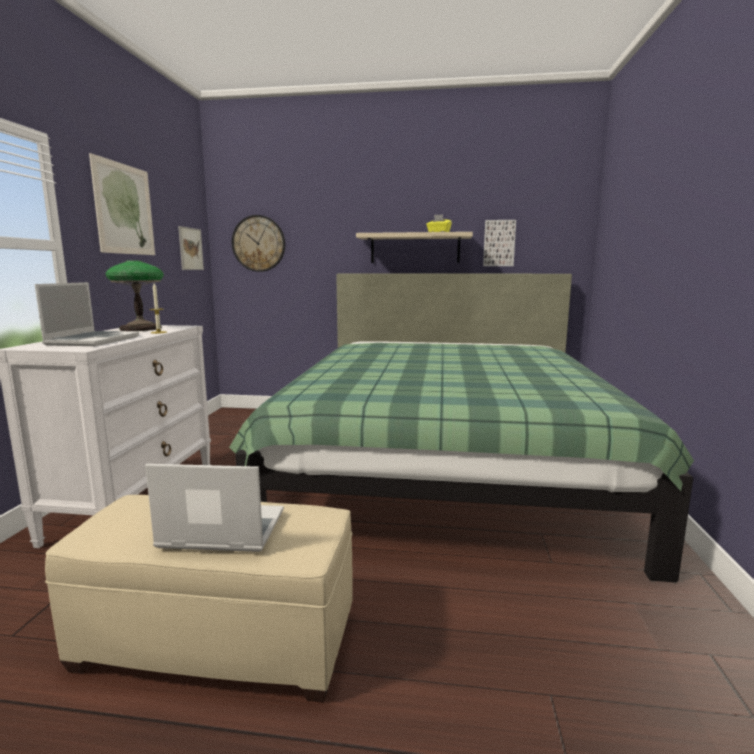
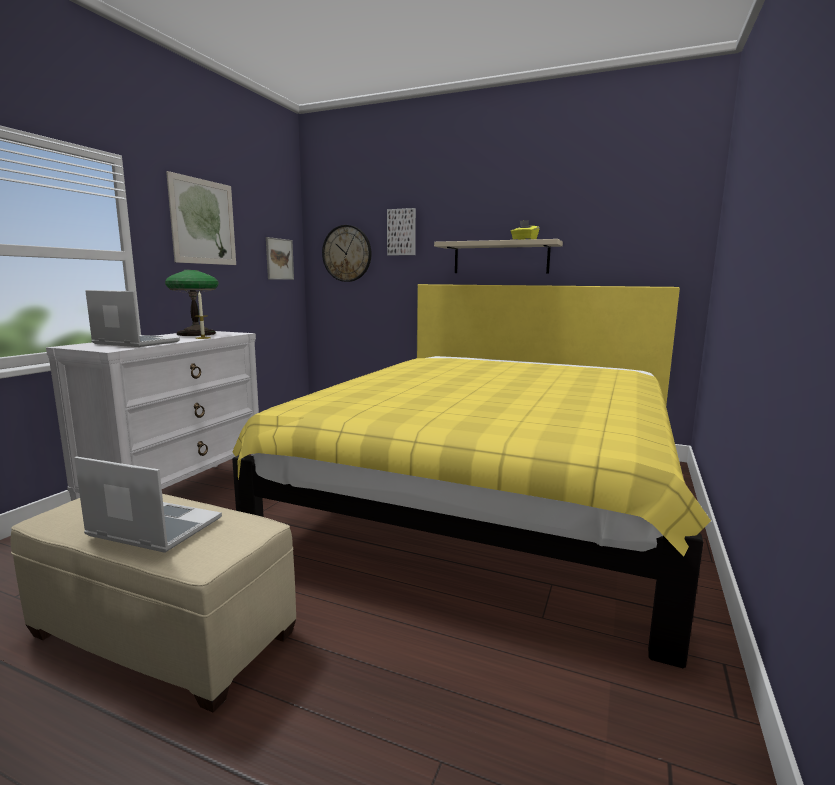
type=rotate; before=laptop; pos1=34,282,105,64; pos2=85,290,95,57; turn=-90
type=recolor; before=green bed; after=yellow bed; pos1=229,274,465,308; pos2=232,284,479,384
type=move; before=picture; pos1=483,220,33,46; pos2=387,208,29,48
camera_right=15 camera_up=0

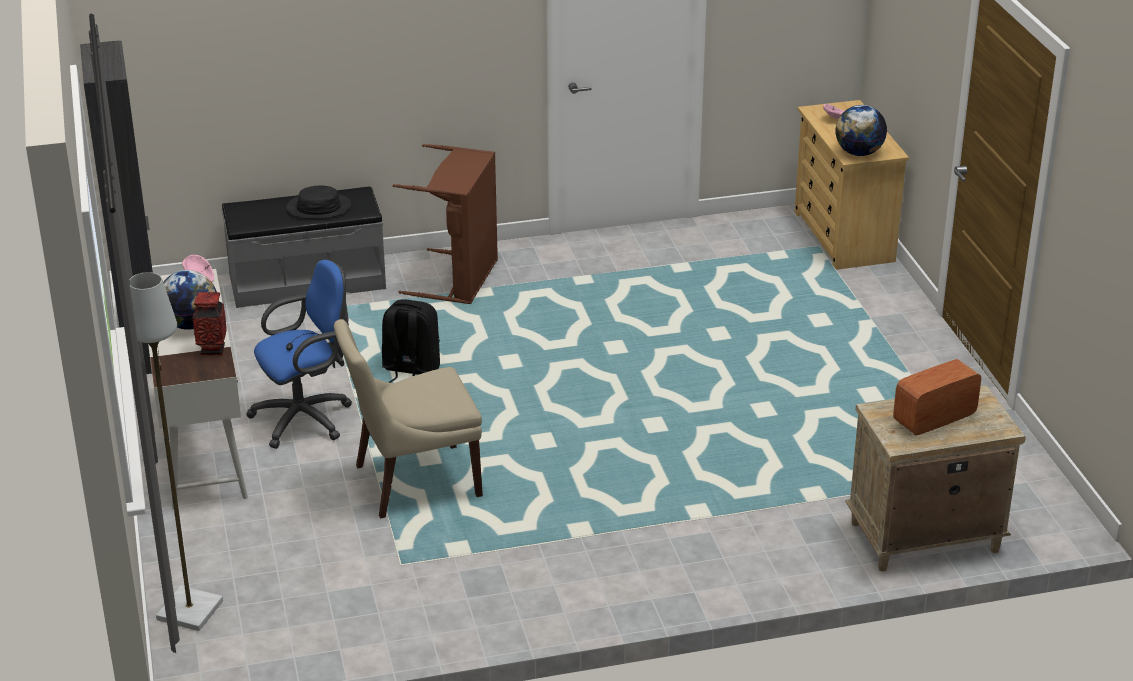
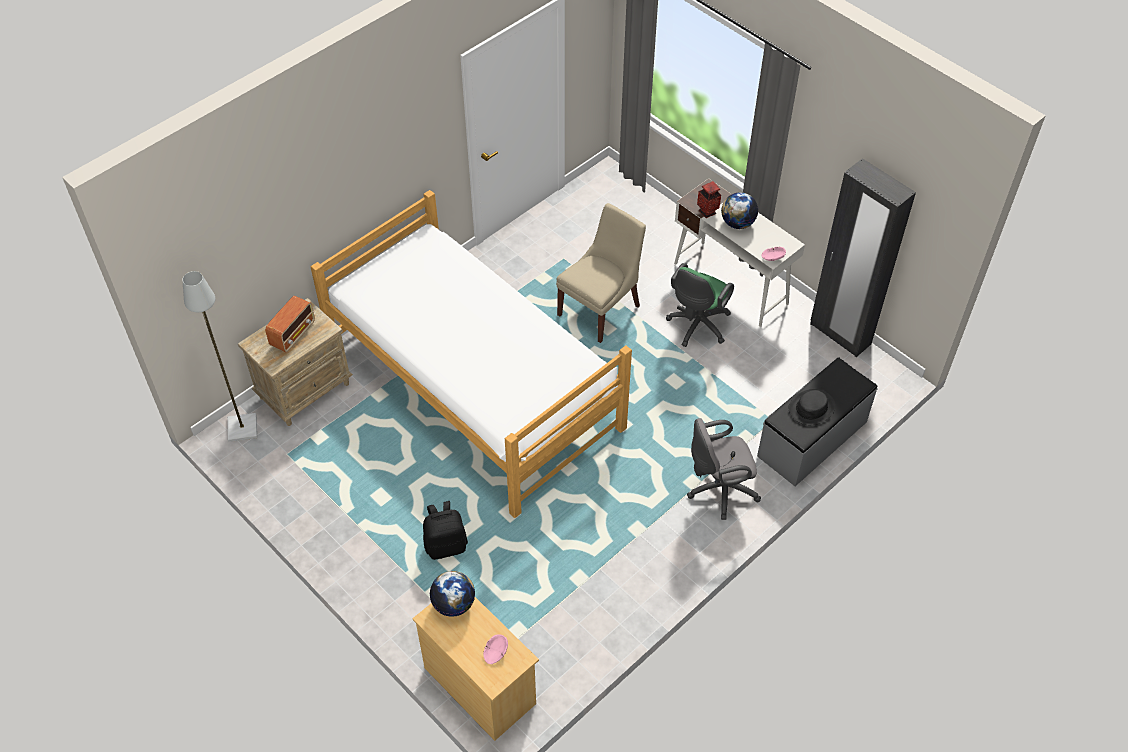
type=move; before=grey floor lamp; pos1=129,272,94,359; pos2=182,271,75,171
type=insert; after=bed; pos2=311,190,321,328
type=move; before=black backpack; pos1=382,299,58,84; pos2=423,501,45,59
type=recolor; before=blue office chair; after=green office chair; pos1=246,260,106,189; pos2=666,263,68,84
type=replace; before=brown laundry basket; after=grey office chair; pos1=393,144,105,160; pos2=687,418,74,102
camera_right=150 camera_up=20

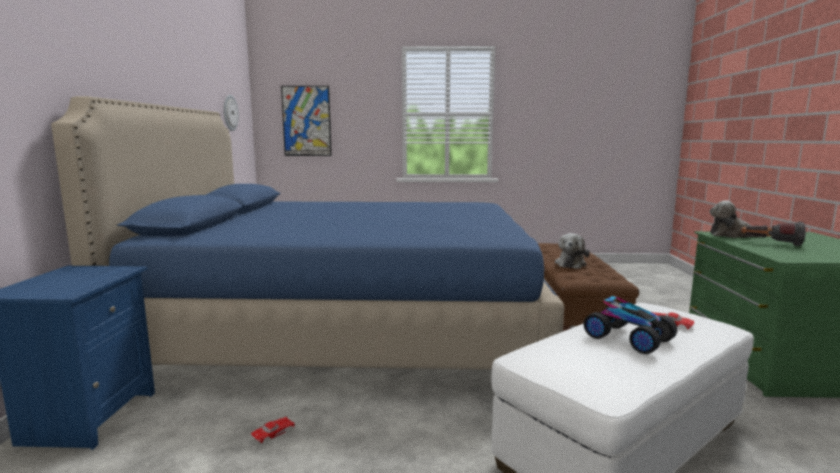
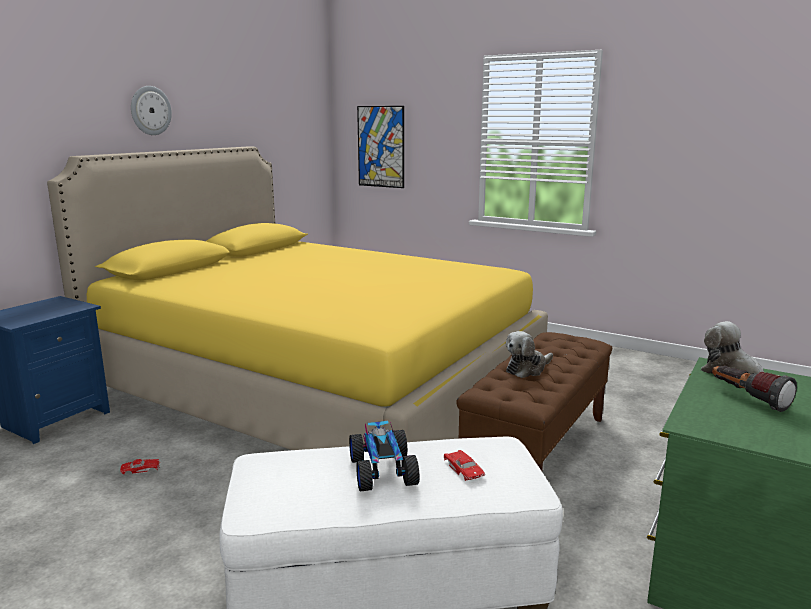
type=recolor; before=blue bed; after=yellow bed; pos1=51,96,513,274; pos2=47,146,501,304
type=move; before=wall clock; pos1=223,95,16,36; pos2=131,86,41,49
camera_right=30 camera_up=5

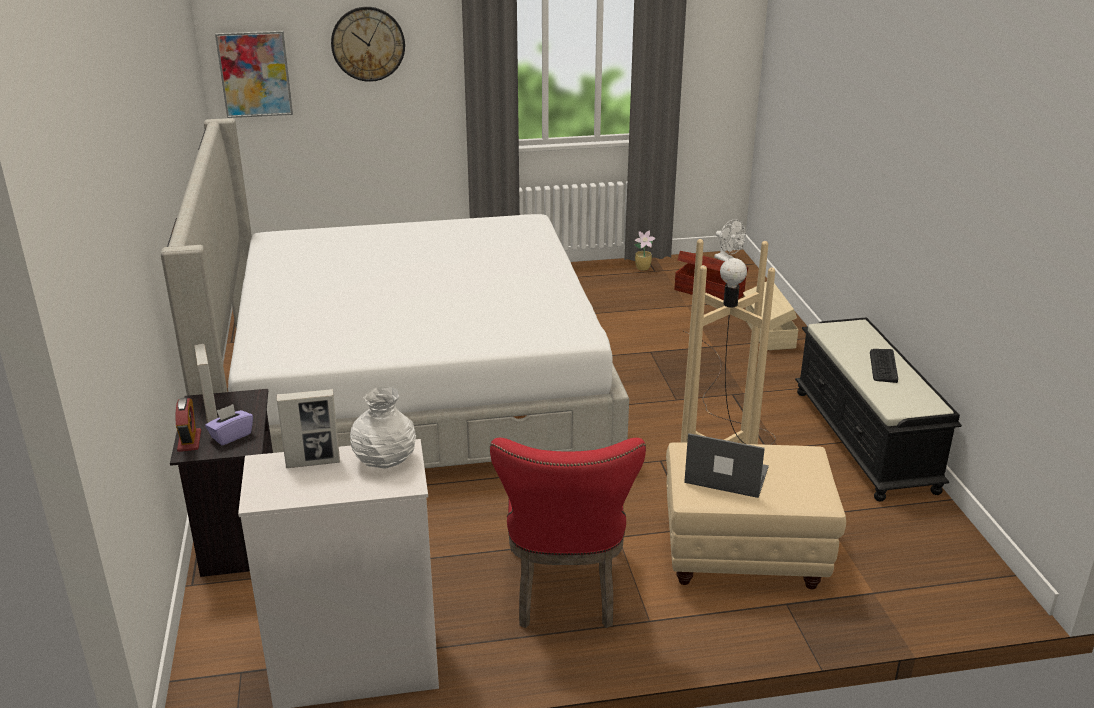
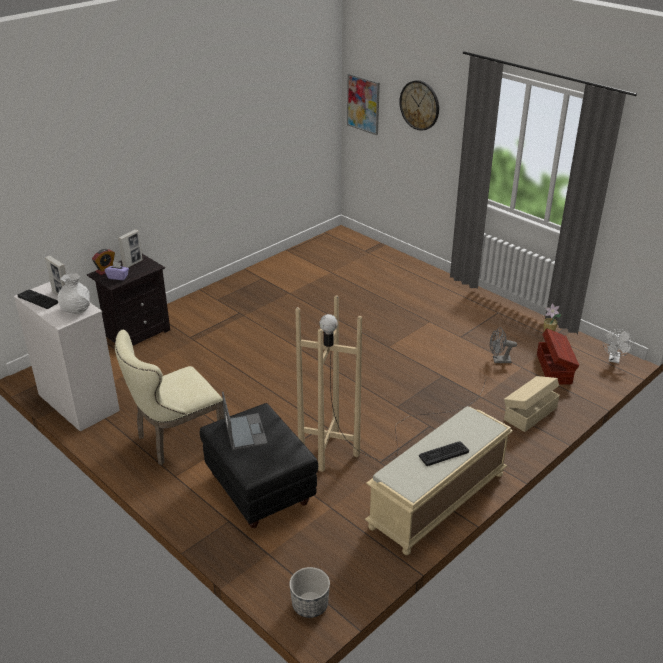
type=insert; after=keyboard; pos2=18,290,40,19
type=recolor; before=red chair; after=beige chair; pos1=490,438,156,190; pos2=115,330,109,135
type=recolor; before=beige ottoman; after=black ottoman; pos1=666,442,180,147; pos2=200,403,118,125
type=insert; after=planter; pos2=289,567,41,51
type=recolor; before=black bench; after=beige bench; pos1=795,317,167,184; pos2=365,406,148,149
type=insert; after=grey fan; pos2=490,327,27,36
type=delete; before=bed; pos1=161,118,468,350
camera_right=55 camera_up=5

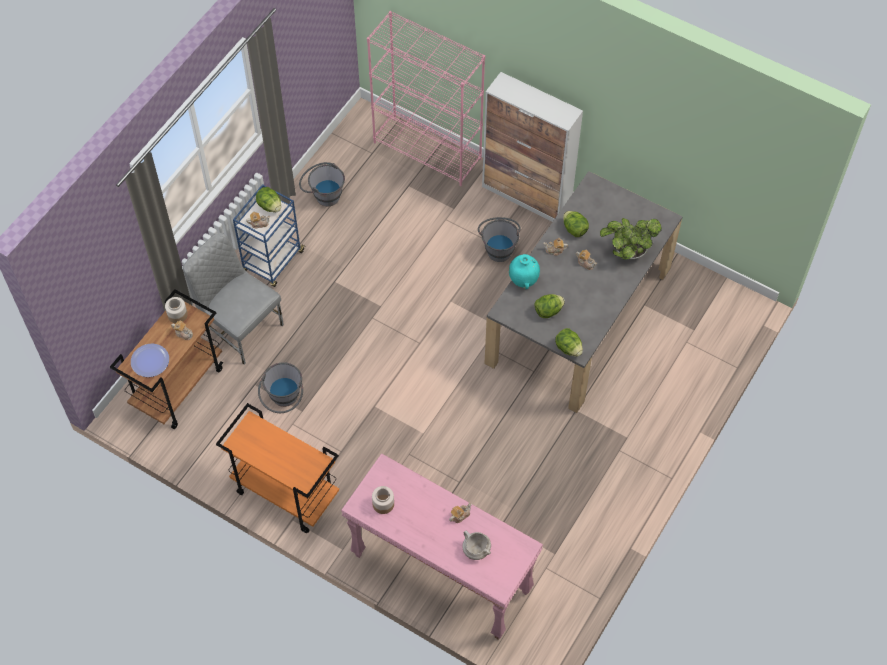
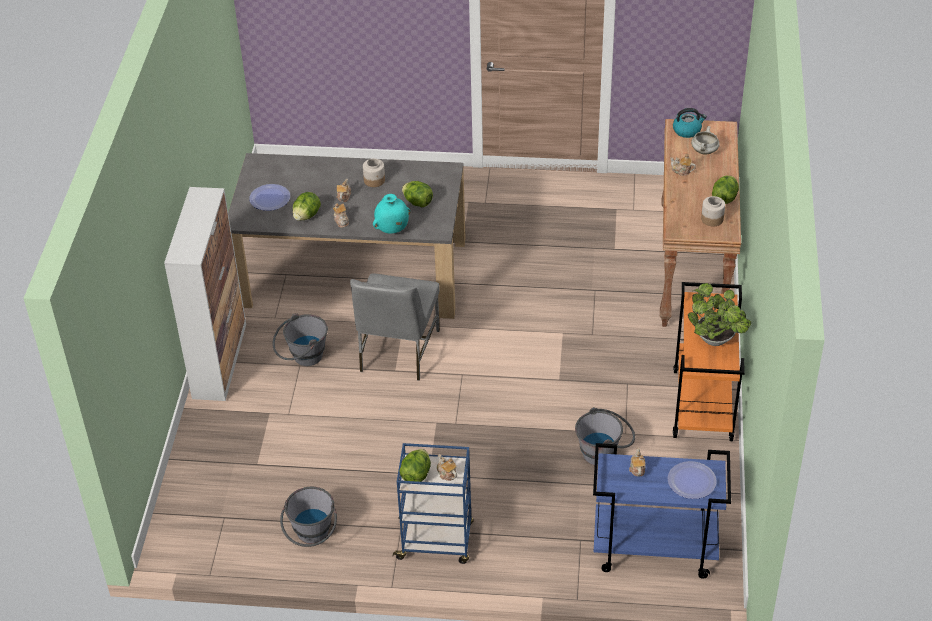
type=insert; after=plate; pos2=249,184,41,27
type=move; before=grey chair; pos1=183,233,101,131; pos2=350,273,90,108
type=move; before=jar; pos1=165,297,23,26; pos2=363,158,22,29
type=recolor; before=brown cart; after=blue cart; pos1=110,289,113,140; pos2=593,443,138,136
type=recolor; before=pink console table; after=brown console table; pos1=341,453,202,187; pos2=660,119,81,208
type=insert; after=kettle; pos2=673,108,34,30
type=move; before=potted plant; pos1=600,218,62,42; pos2=688,283,64,63
type=move; before=lettuce; pos1=555,328,28,29; pos2=712,176,27,28
type=delete; before=pink bookcase; pos1=367,11,118,175
camera_right=-115 camera_up=-15

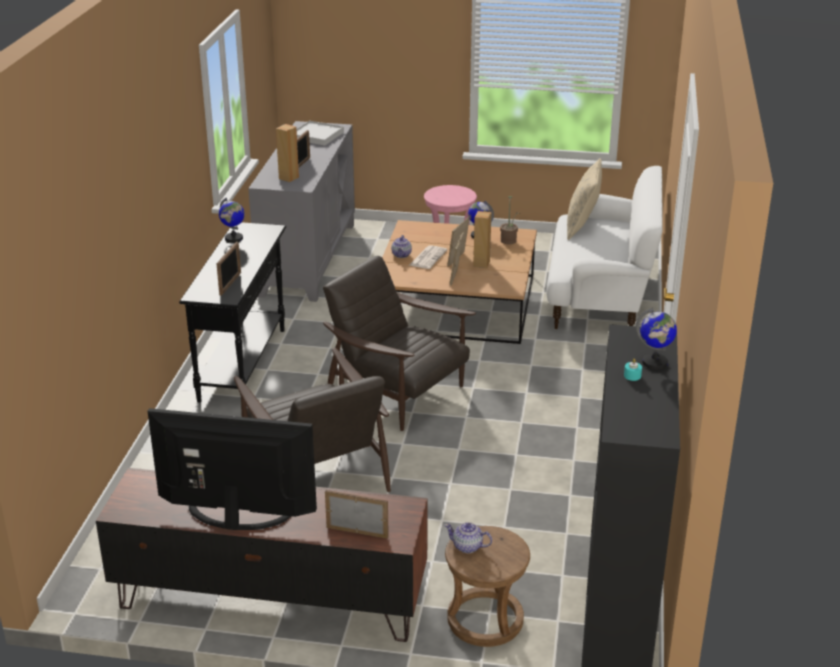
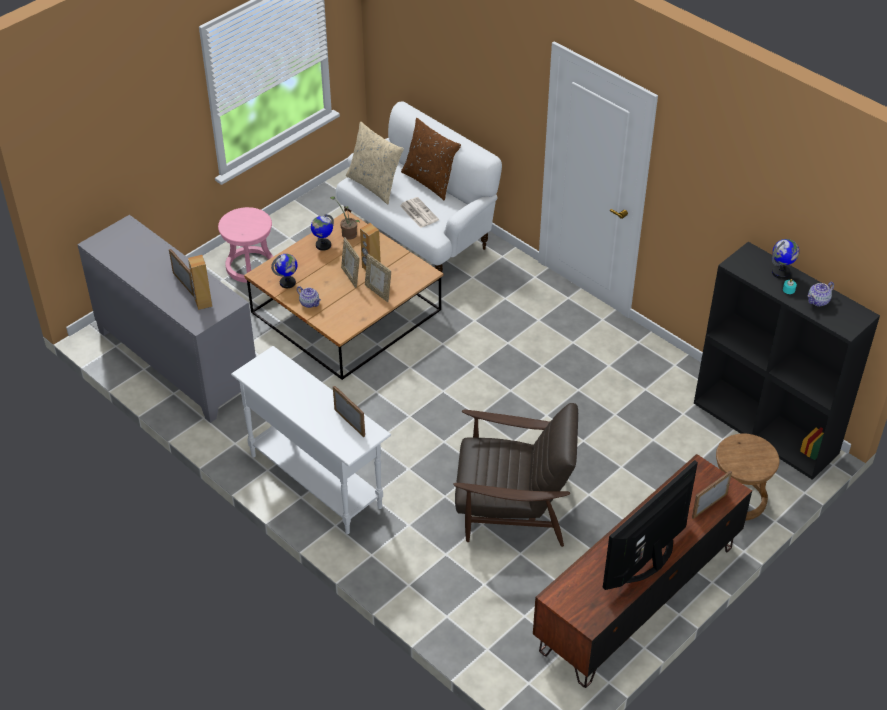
type=recolor; before=black console table; after=white console table; pos1=179,222,107,181; pos2=231,346,160,188
type=move; before=globe; pos1=219,198,26,45; pos2=271,254,26,34
type=move; before=newspaper; pos1=410,245,37,24; pos2=400,197,39,31
type=insert; after=brown pillow; pos2=401,118,60,83
type=move; before=teapot; pos1=444,522,48,31; pos2=808,282,26,24
type=delete; before=white tray; pos1=297,121,47,25
type=delete; before=brown armchair; pos1=323,256,153,175
camera_right=-55 camera_up=15

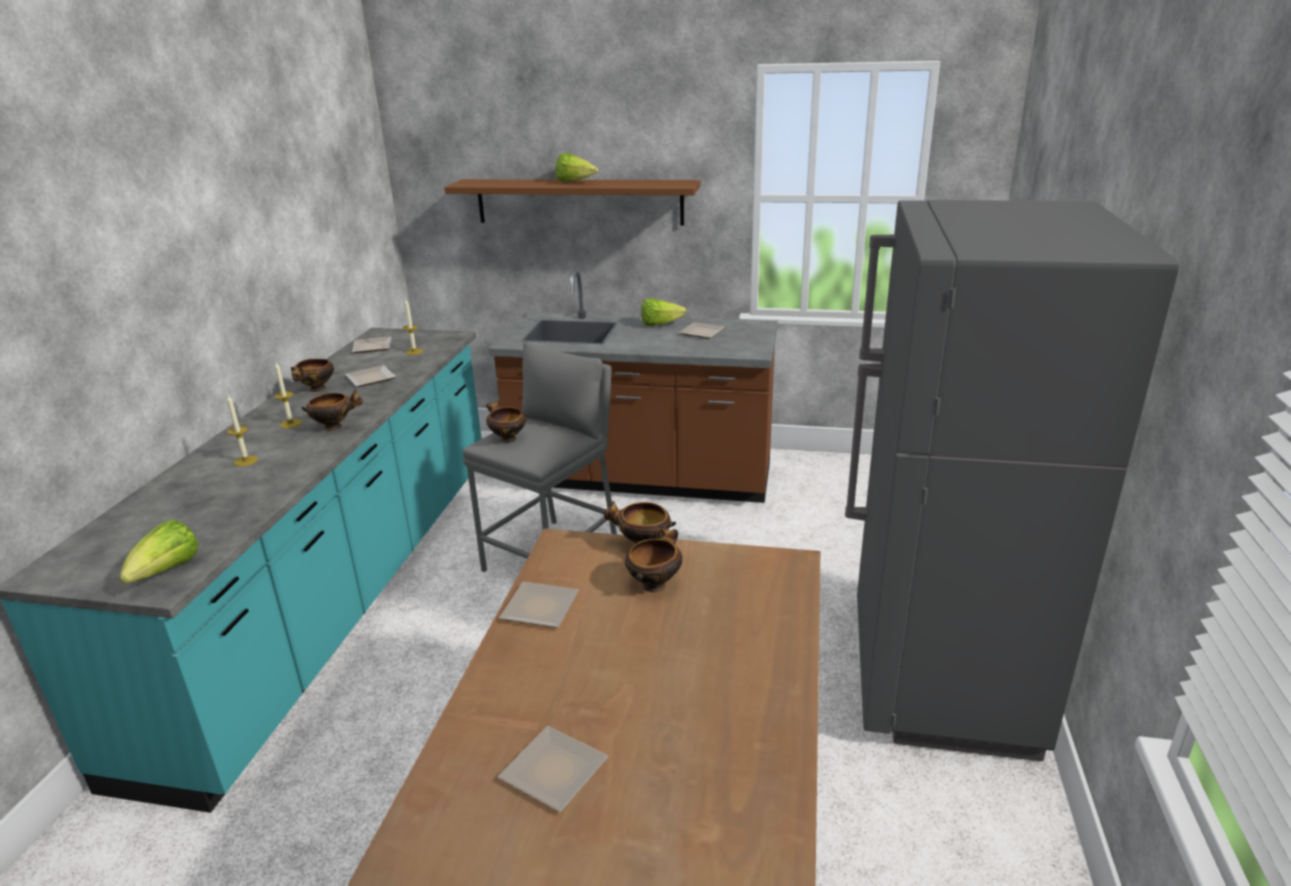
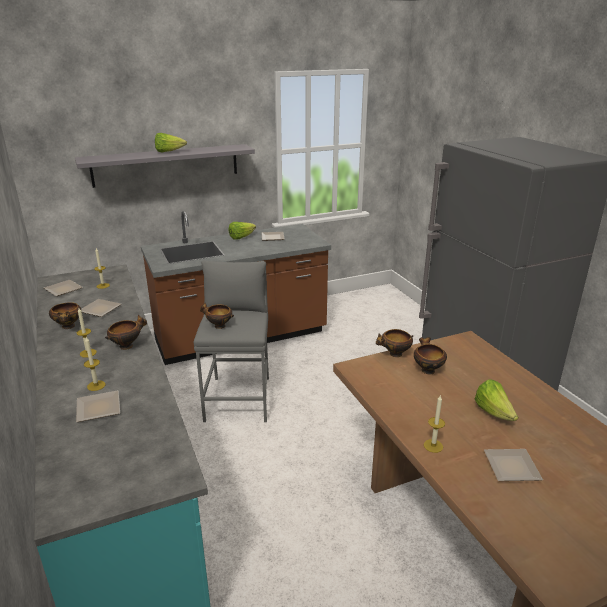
type=recolor; before=brown shelf; after=grey shelf; pos1=444,179,256,47; pos2=75,144,180,44
type=move; before=plate; pos1=499,582,80,46; pos2=76,390,44,32
type=insert; after=candle; pos2=424,395,21,58
type=move; before=lettuce; pos1=120,519,78,65; pos2=475,380,43,41
camera_right=-35 camera_up=0

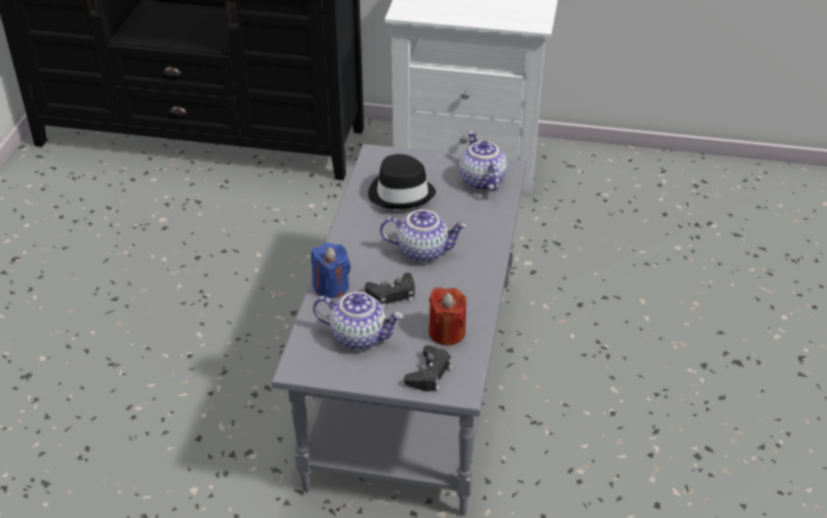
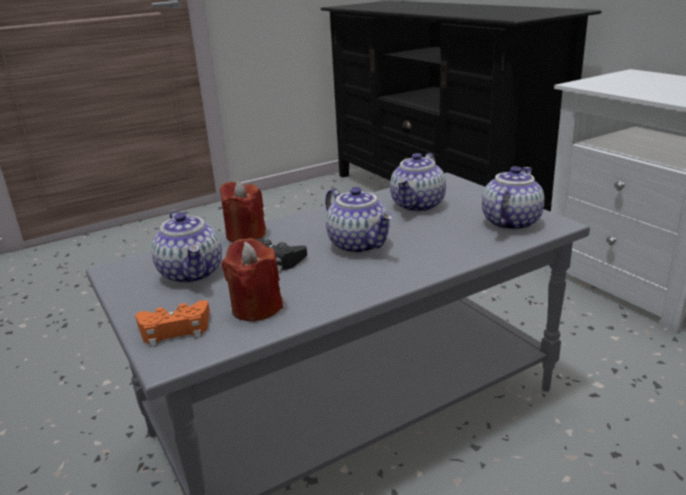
type=recolor; before=black game controller; after=orange game controller; pos1=404,345,48,47; pos2=135,300,75,47
type=recolor; before=blue candle; after=red candle; pos1=311,243,40,55; pos2=220,181,46,61
type=replace; before=black hat; after=teapot; pos1=368,154,68,55; pos2=390,153,56,59
camera_right=50 camera_up=-15

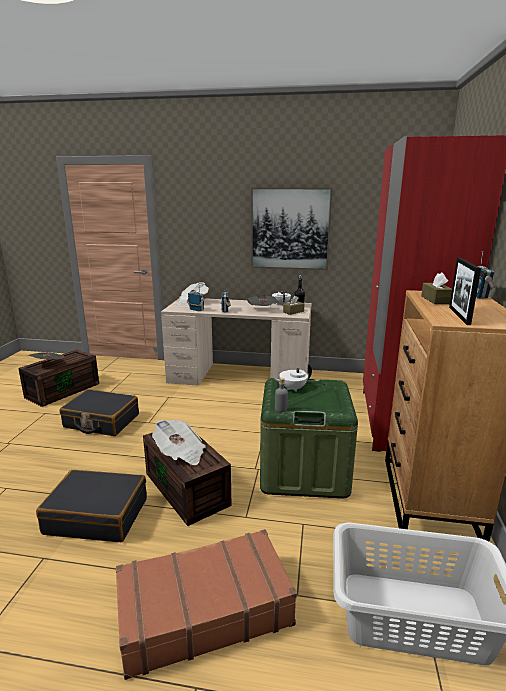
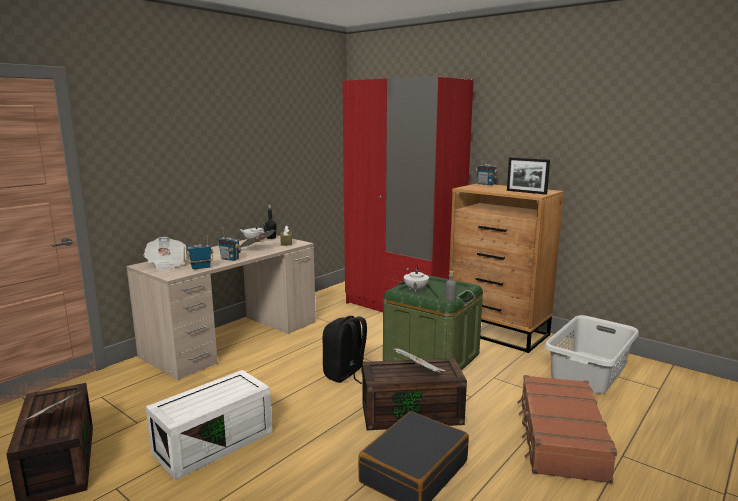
type=replace; before=black suitcase; after=white storage box; pos1=60,389,79,47; pos2=146,370,126,110
type=insert; after=black backpack; pos2=323,316,44,68
type=delete; before=picture; pos1=251,188,82,82
type=delete; before=brown tissue box; pos1=421,272,31,32
camera_right=-60 camera_up=-5

